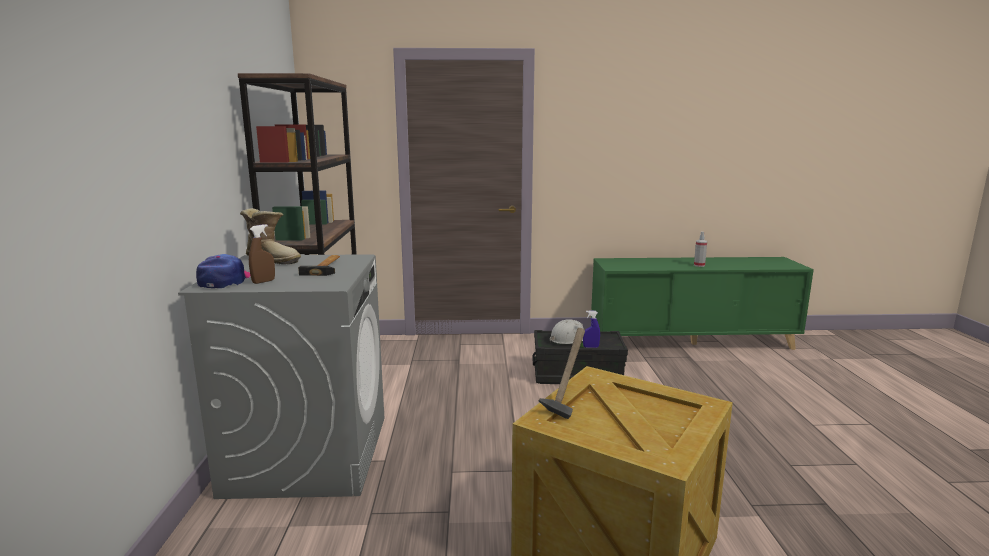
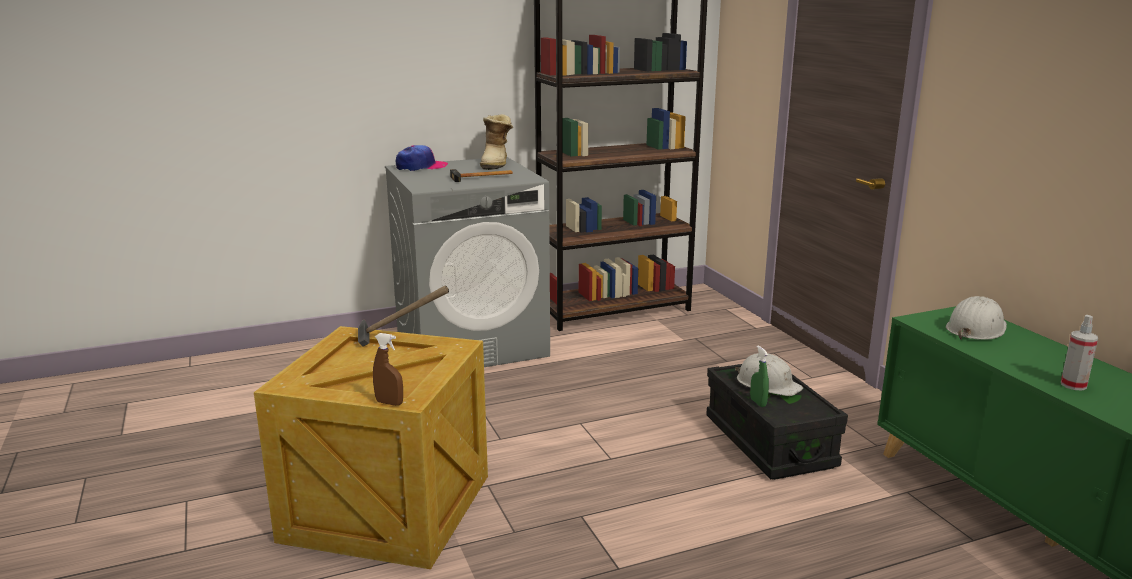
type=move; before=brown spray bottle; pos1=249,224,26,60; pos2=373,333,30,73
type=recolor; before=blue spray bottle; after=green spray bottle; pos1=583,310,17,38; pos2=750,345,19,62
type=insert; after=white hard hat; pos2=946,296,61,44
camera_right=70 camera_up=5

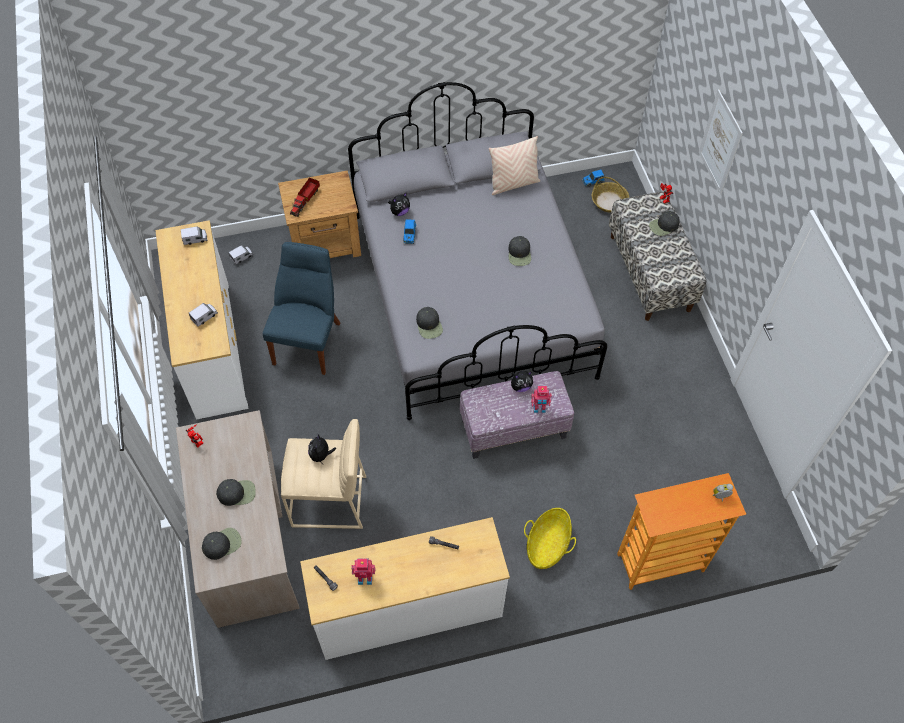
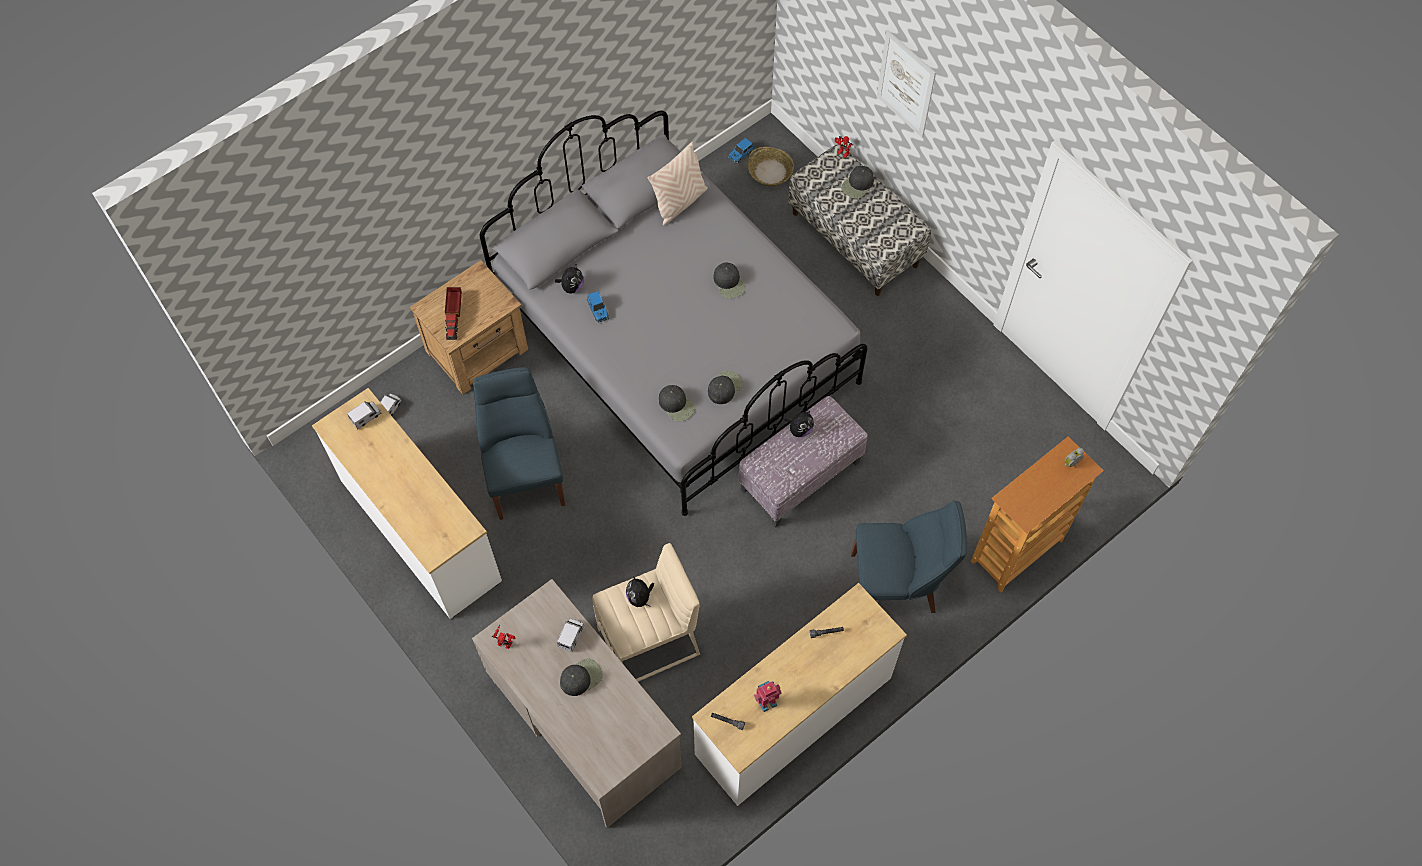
type=move; before=toy truck; pos1=189,303,29,23; pos2=557,618,27,34
type=move; before=black cap; pos1=202,528,40,32; pos2=708,370,35,34
type=replace; before=basket; after=blue chair; pos1=524,508,52,61; pos2=851,500,116,113
type=delete; before=toy robot; pos1=531,386,21,27
camera_right=-25 camera_up=5

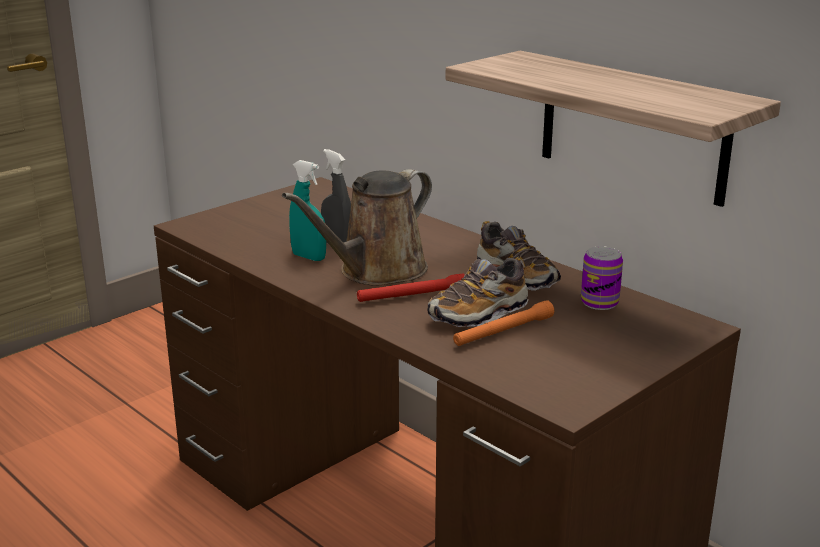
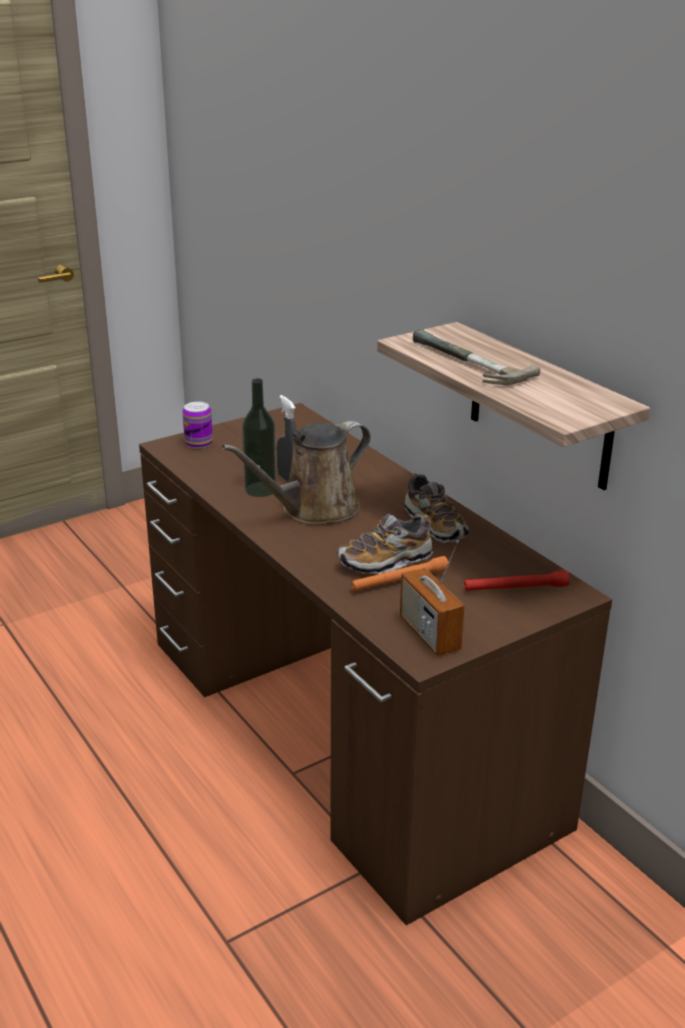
type=move; before=can; pos1=581,246,42,64; pos2=183,402,30,46
type=replace; before=turquoise spray bottle; after=bottle; pos1=289,160,37,101; pos2=242,378,35,119
type=insert; after=radio; pos2=400,540,65,116
type=insert; after=hammer; pos2=413,329,127,56
type=move; before=red flashlight; pos1=357,273,108,29; pos2=464,571,106,20
camera_right=10 camera_up=5

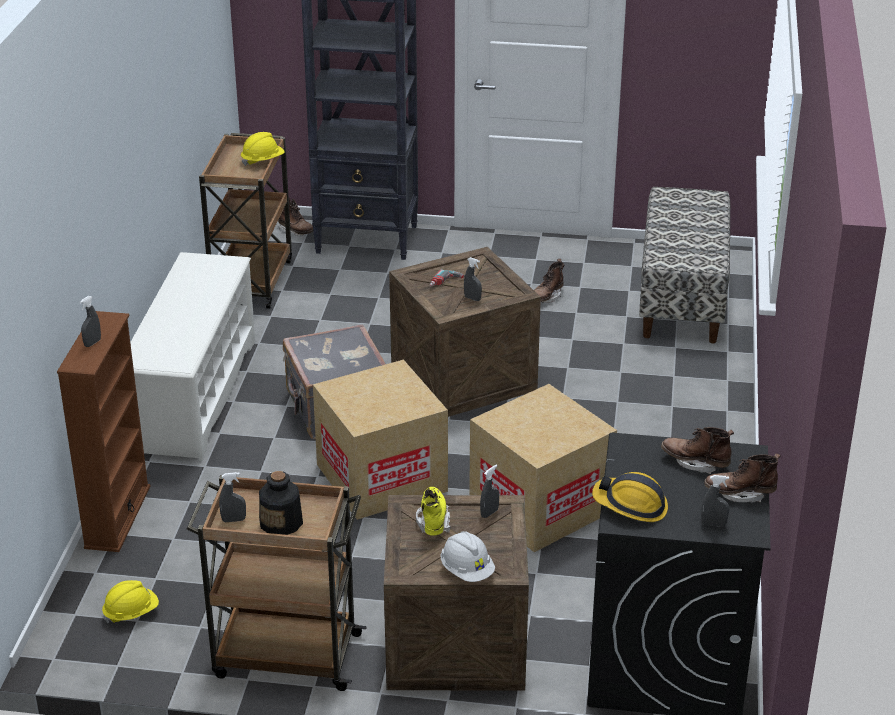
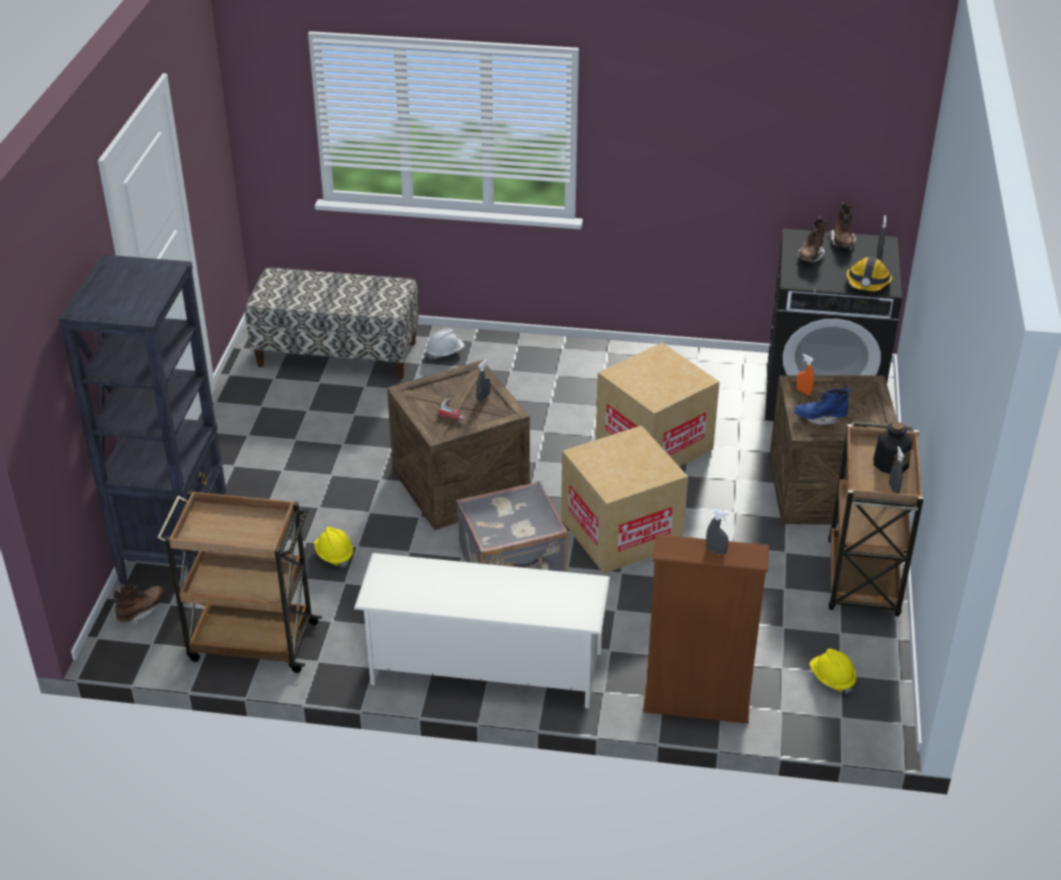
type=move; before=yellow hard hat; pos1=241,132,44,34; pos2=314,527,39,41
type=move; before=white hard hat; pos1=441,531,54,51; pos2=426,329,39,31
type=recolor; before=yellow boot; after=blue boot; pos1=416,487,35,49; pos2=794,387,57,37
type=recolor; before=grey spray bottle; after=orange spray bottle; pos1=480,465,19,53; pos2=797,354,17,41
type=delete; before=brown boot; pos1=534,259,30,44
camera_right=-90 camera_up=5

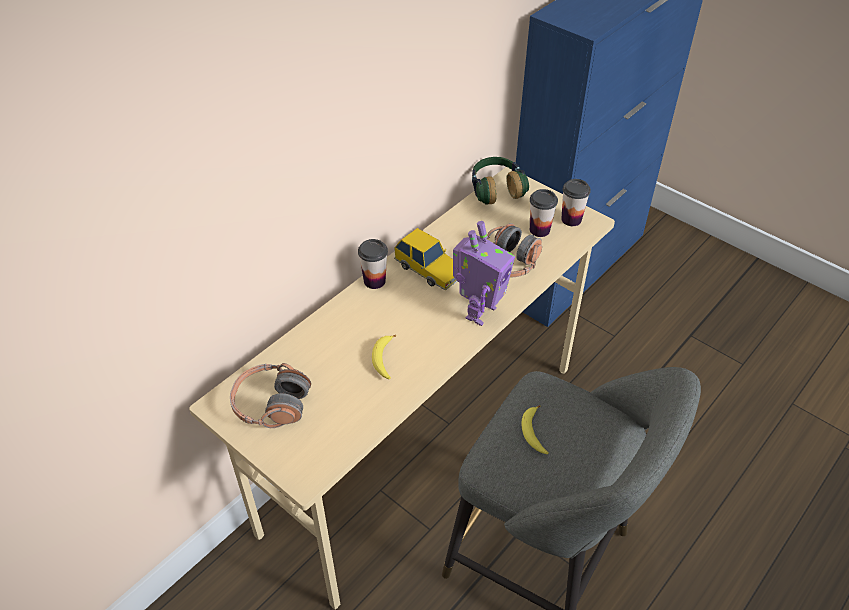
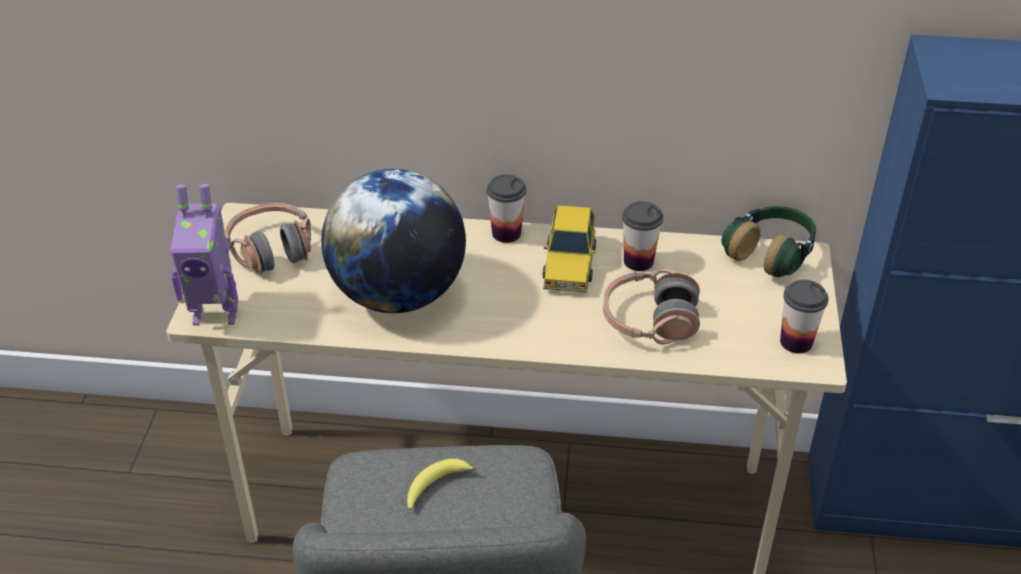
type=move; before=toy robot; pos1=453,221,62,105; pos2=171,184,67,141
type=replace; before=banana; after=globe; pos1=372,335,24,44; pos2=321,169,145,144
type=move; before=cup; pos1=530,189,28,48; pos2=622,201,41,70
camera_right=55 camera_up=-5

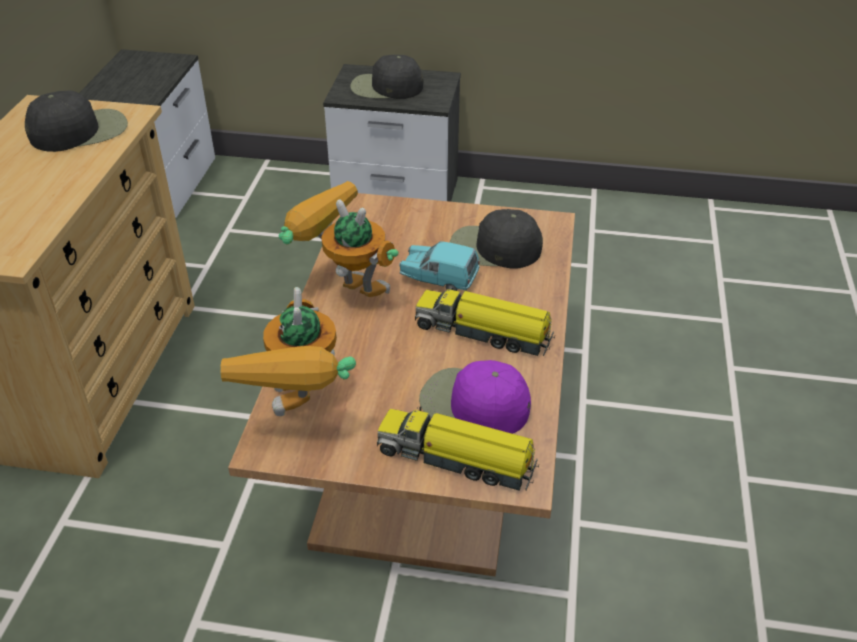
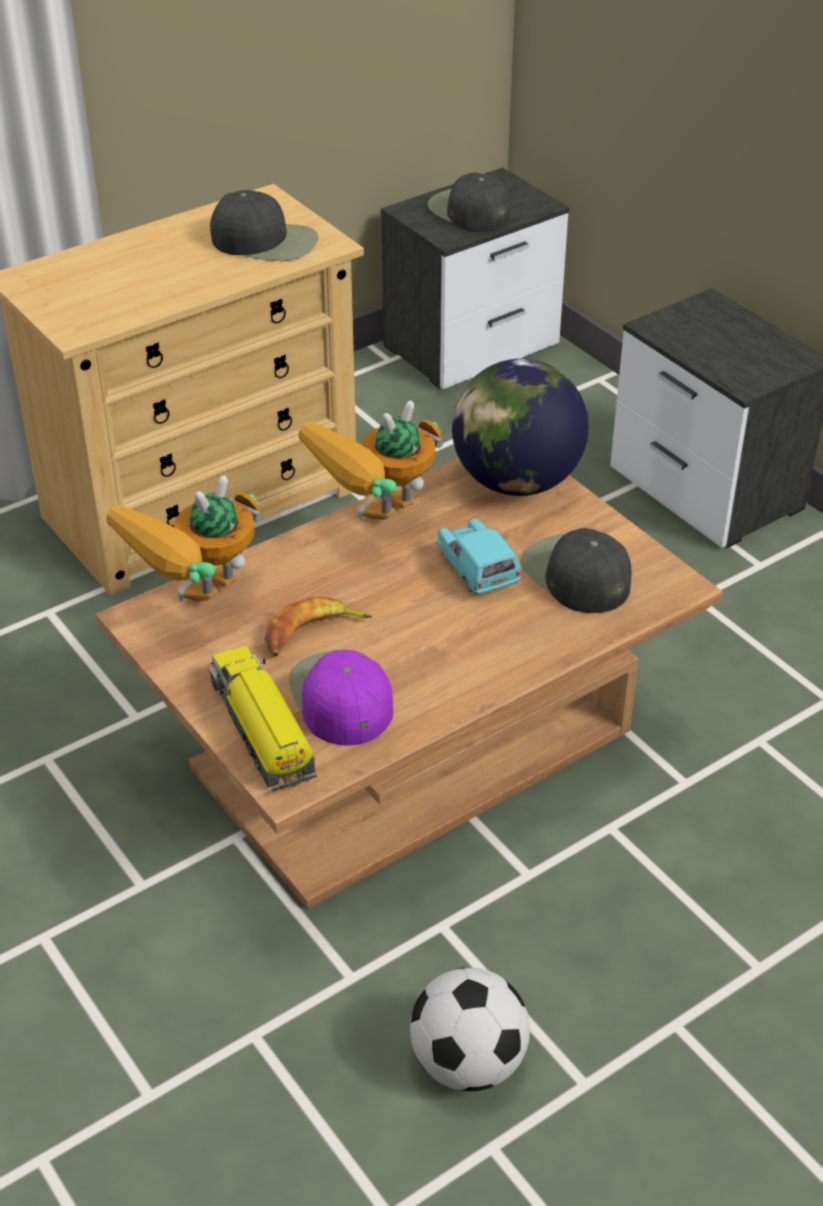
type=insert; after=banana; pos2=265,597,107,59
type=rotate; before=toy robot; pos1=279,181,120,116; pos2=298,400,146,120; turn=-120
type=insert; after=football; pos2=410,967,120,124
type=move; before=black cap; pos1=350,54,73,45; pos2=428,173,82,59
type=insert; after=globe; pos2=452,359,137,137
type=delete; before=toy truck; pos1=415,287,140,69
camera_right=45 camera_up=0

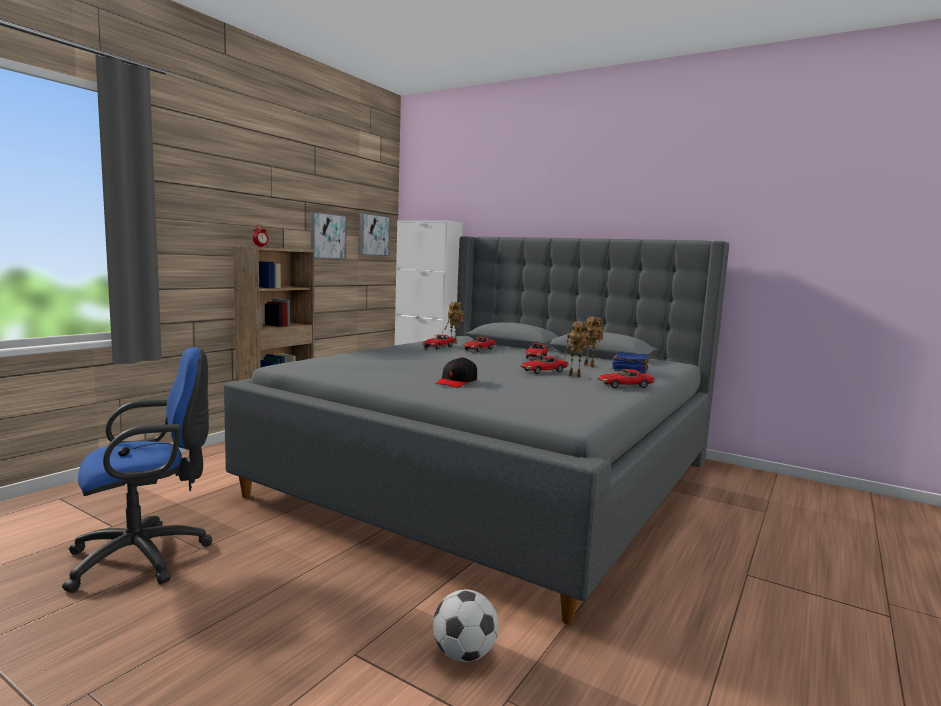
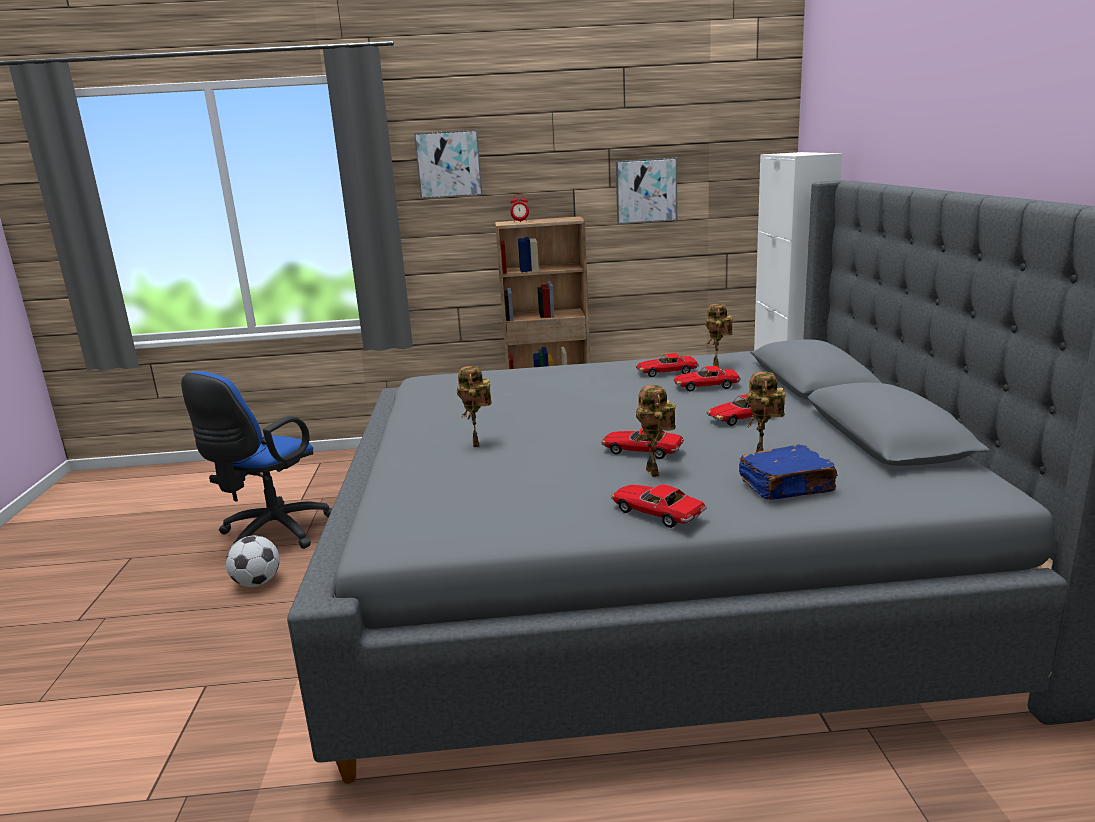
type=rotate; before=blue office chair; pos1=62,347,151,246; pos2=181,371,151,178; turn=90
type=move; before=football; pos1=433,589,65,73; pos2=226,536,54,51
type=move; before=picture; pos1=360,213,30,43; pos2=414,130,68,69
type=replace; before=black cap; after=toy robot; pos1=435,357,42,31; pos2=457,366,35,81
camera_right=55 camera_up=10

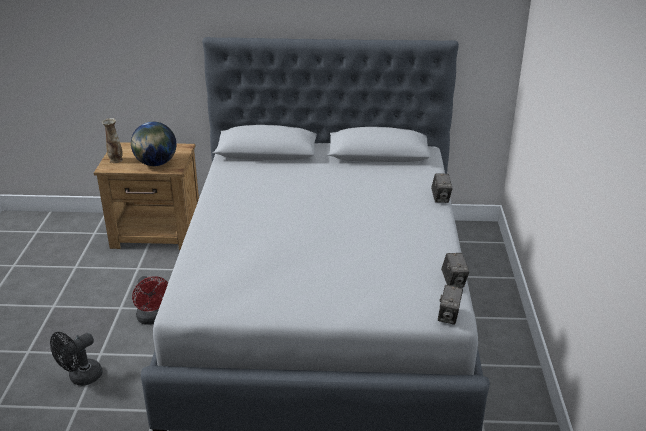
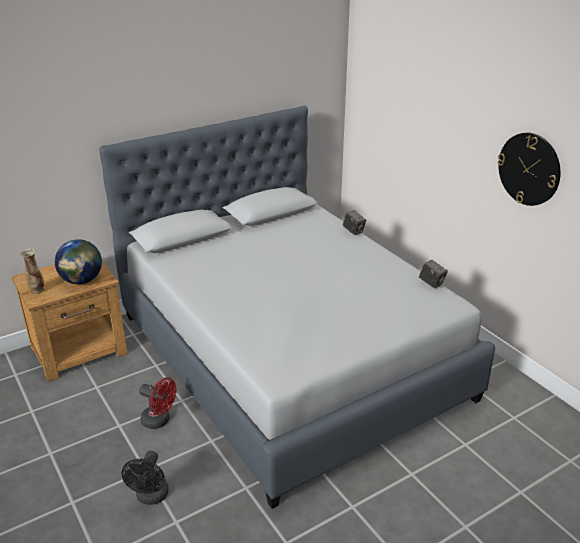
type=insert; after=wall clock; pos2=497,133,64,73
type=delete; before=photo camera; pos1=438,285,25,40
camera_right=-35 camera_up=0

